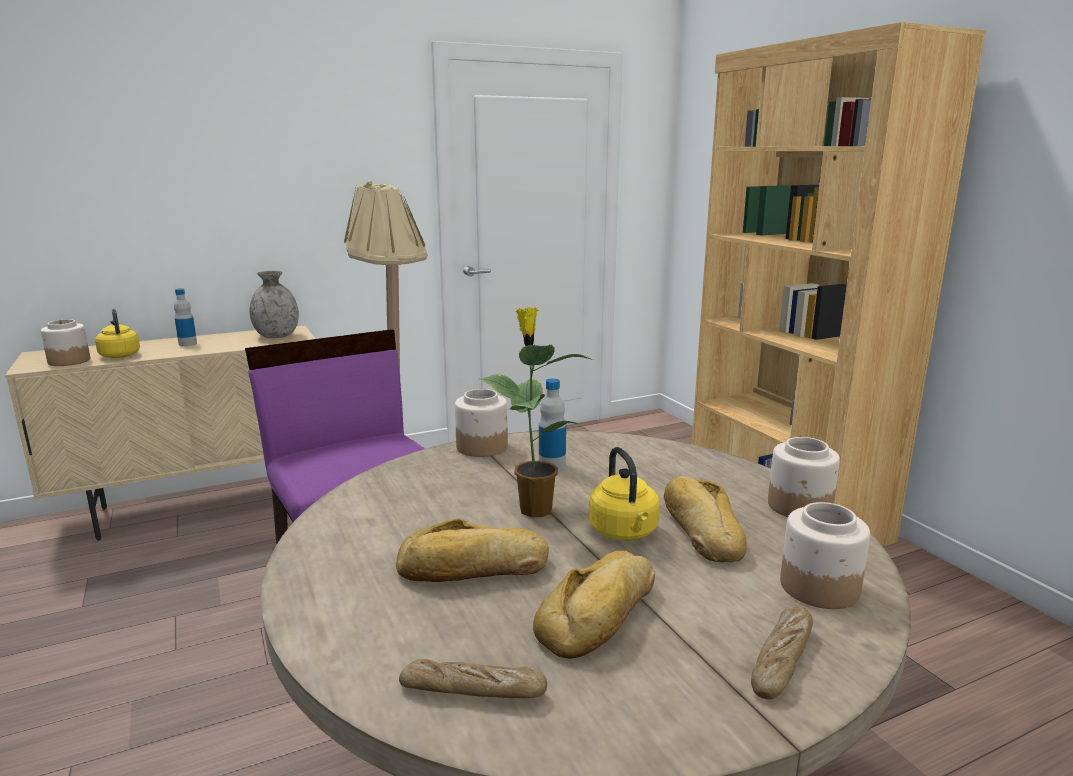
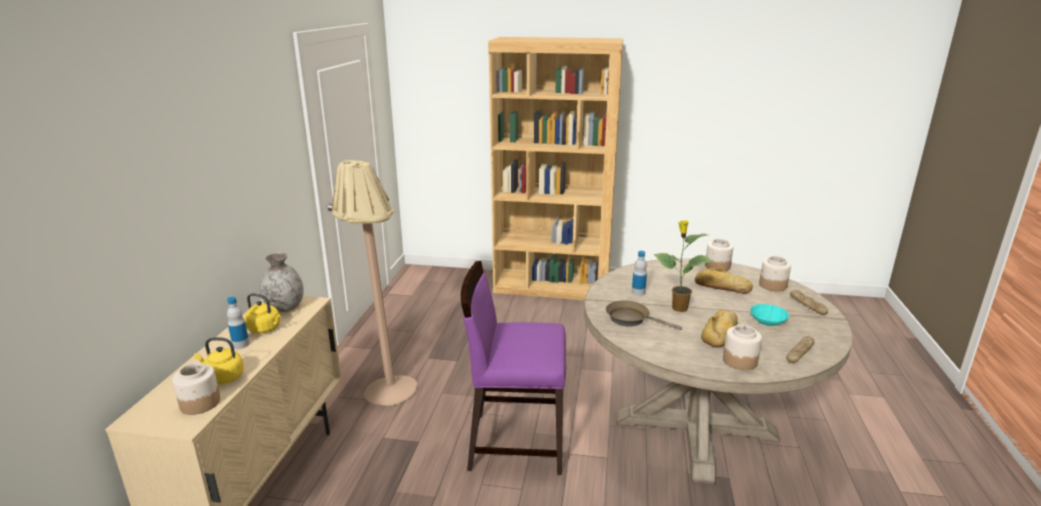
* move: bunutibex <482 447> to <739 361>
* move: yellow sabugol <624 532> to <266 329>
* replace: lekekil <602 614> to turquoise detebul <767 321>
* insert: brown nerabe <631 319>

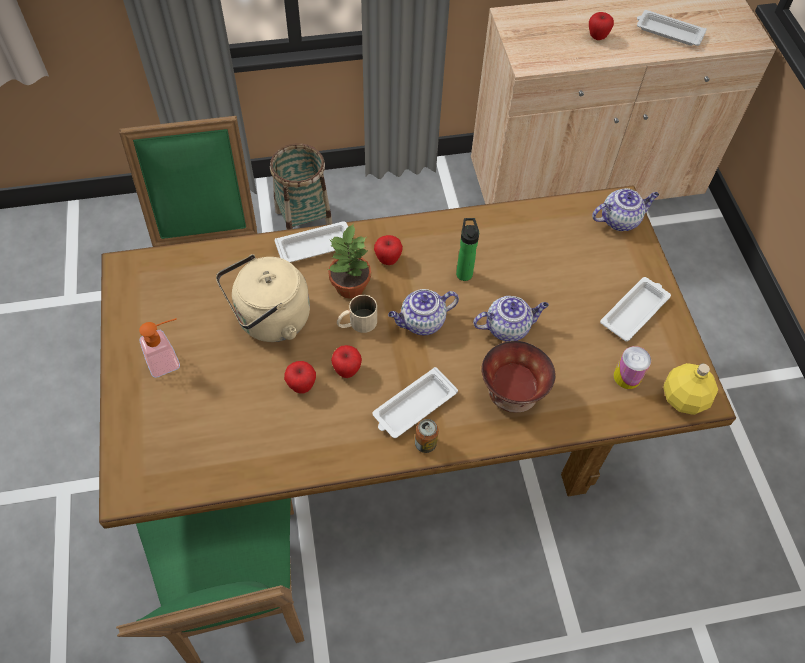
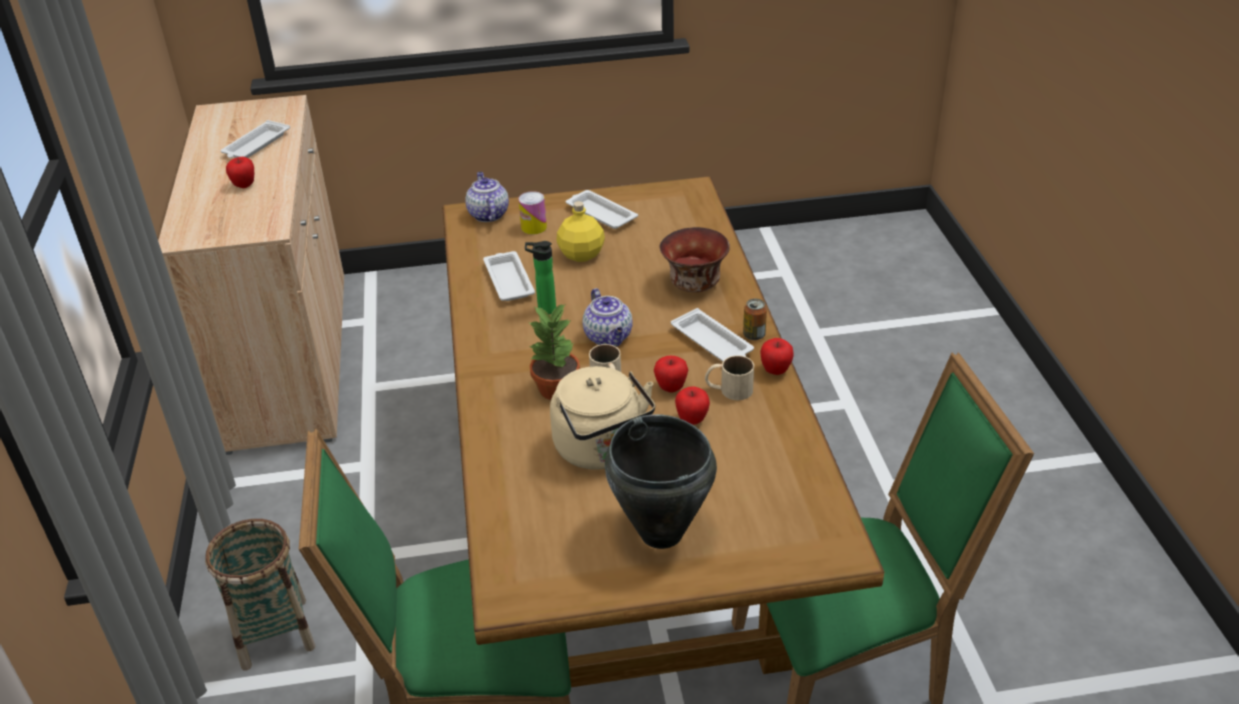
* move: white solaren <316 246> to <508 280>
* move: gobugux <388 259> to <775 371>
* delete: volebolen <508 327>
* replace: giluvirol <169 360> to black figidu <661 534>
* move: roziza <627 377> to <534 227>
* move: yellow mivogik <683 399> to <582 255>
* insert: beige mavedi <728 389>

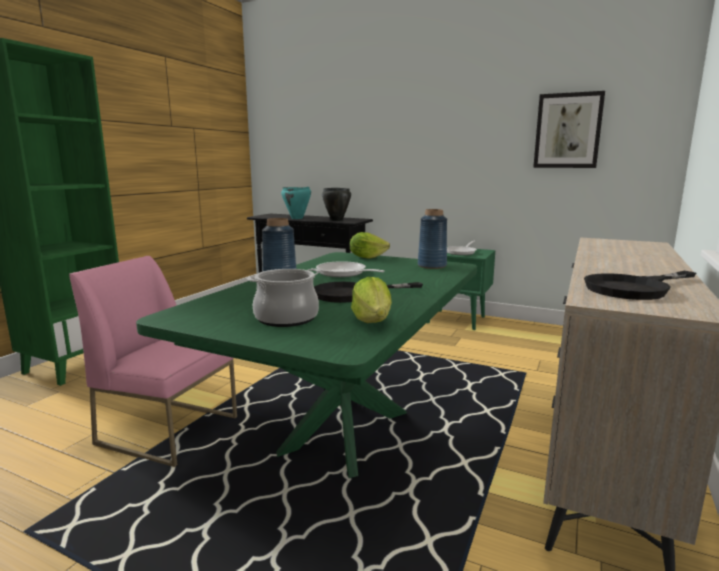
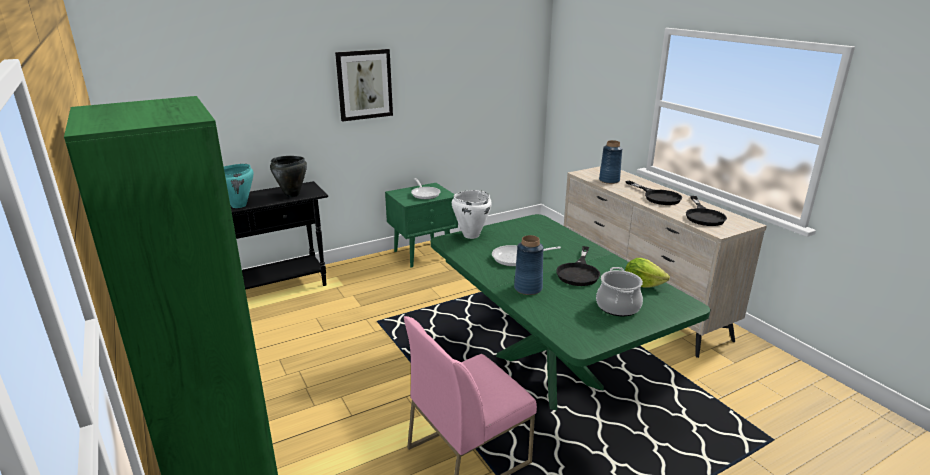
* move: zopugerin <567 131> to <364 84>
* move: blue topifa <431 266> to <609 180>
* replace: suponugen <367 257> to white figidu <471 235>
* insert: black nerabe <657 197>

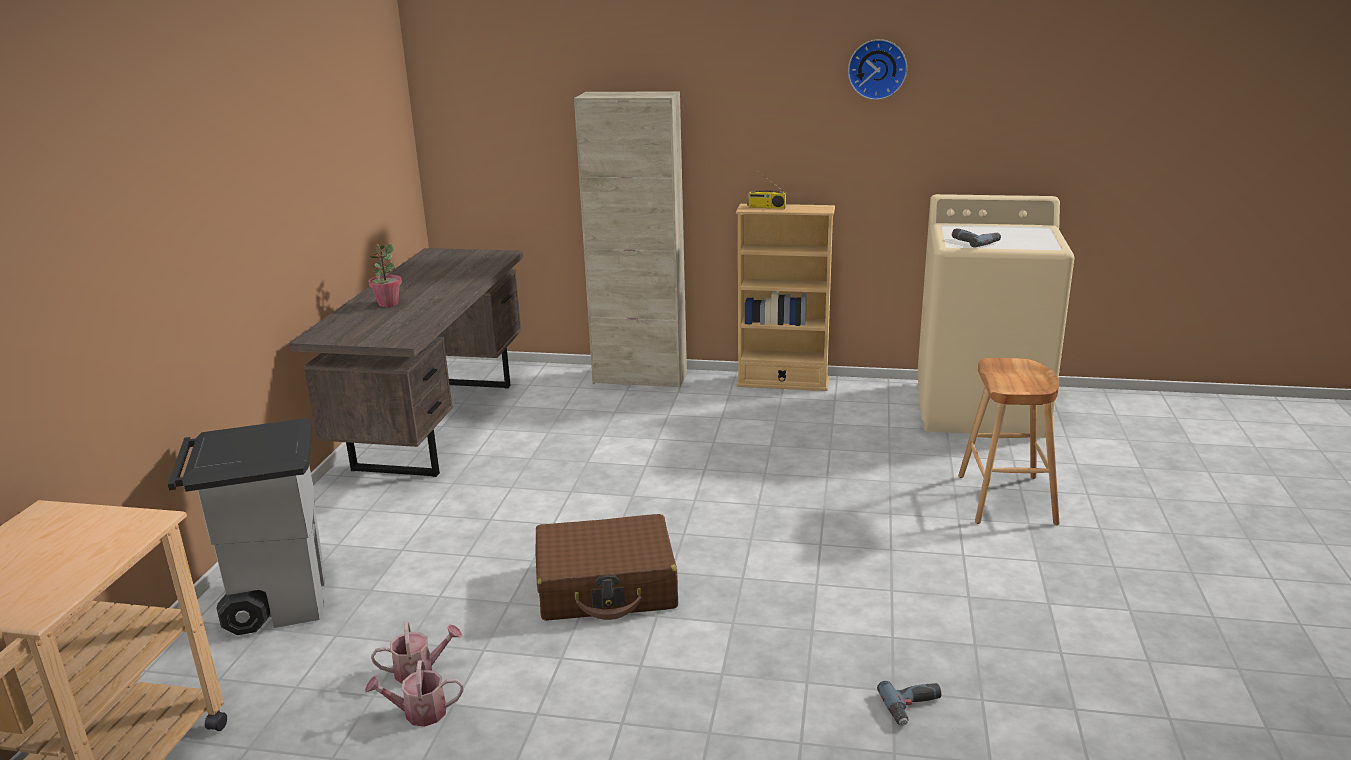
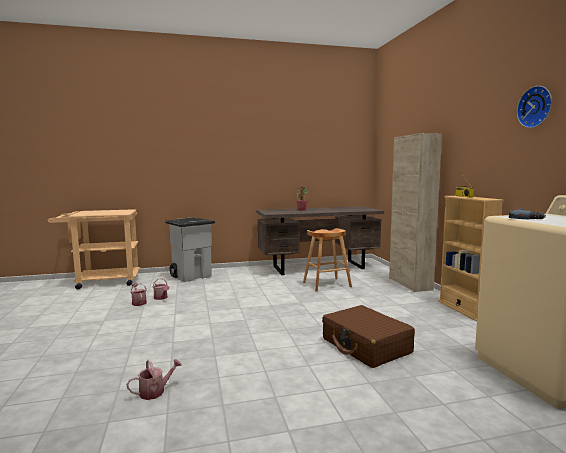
* move: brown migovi <1006 499> to <327 284>
* move: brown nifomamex <607 586> to <366 346>
* replace: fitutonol <914 708> to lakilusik <155 391>

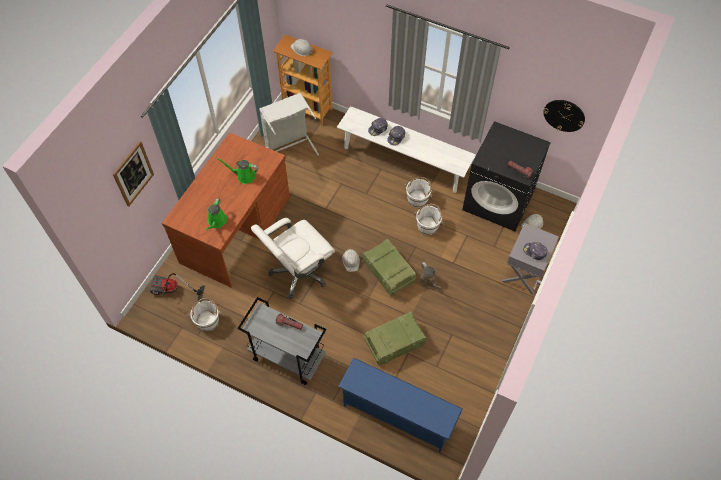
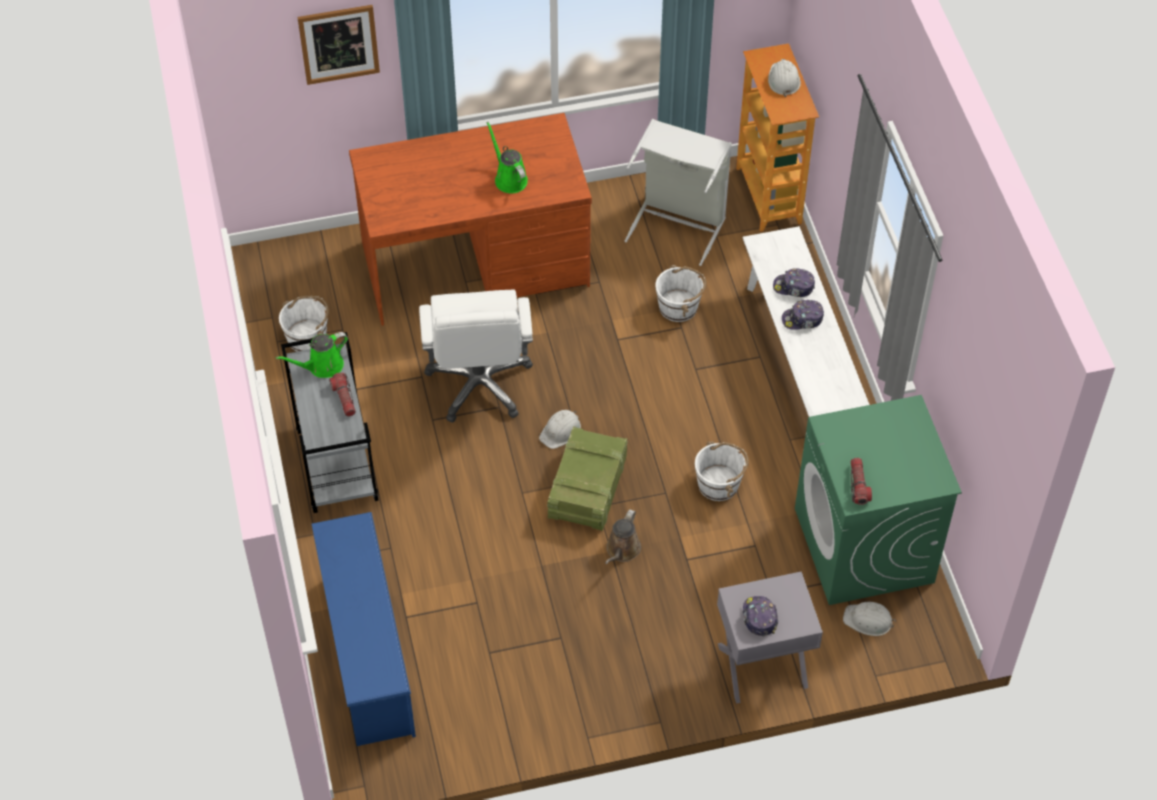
* delete: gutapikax <564 115>
* recolor: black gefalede <498 200> to green gefalede <864 546>
* move: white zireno <417 199> to <679 307>
* move: green lakilusik <217 222> to <322 366>
* rotate: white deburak <298 272> = <480 383> 105 degrees counterclockwise
* delete: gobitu <172 291>
* delete: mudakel <394 343>

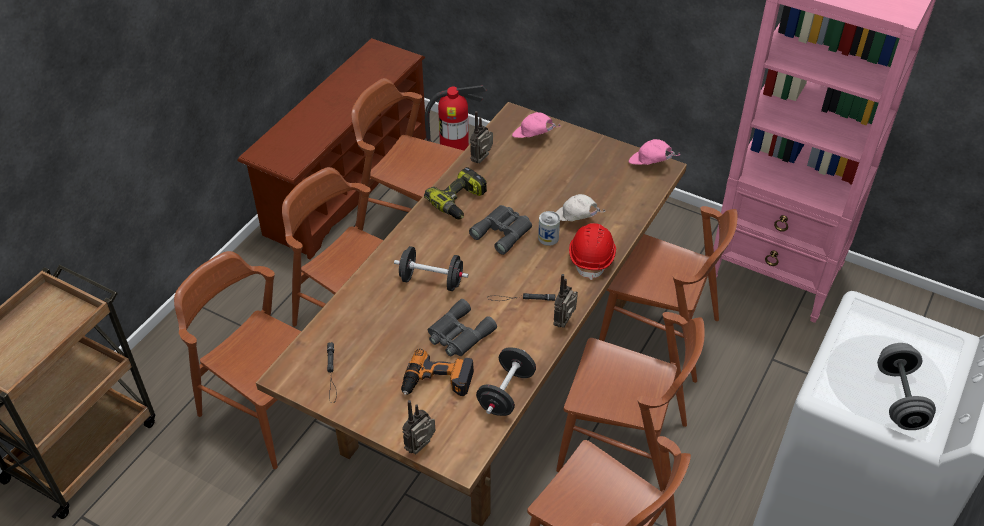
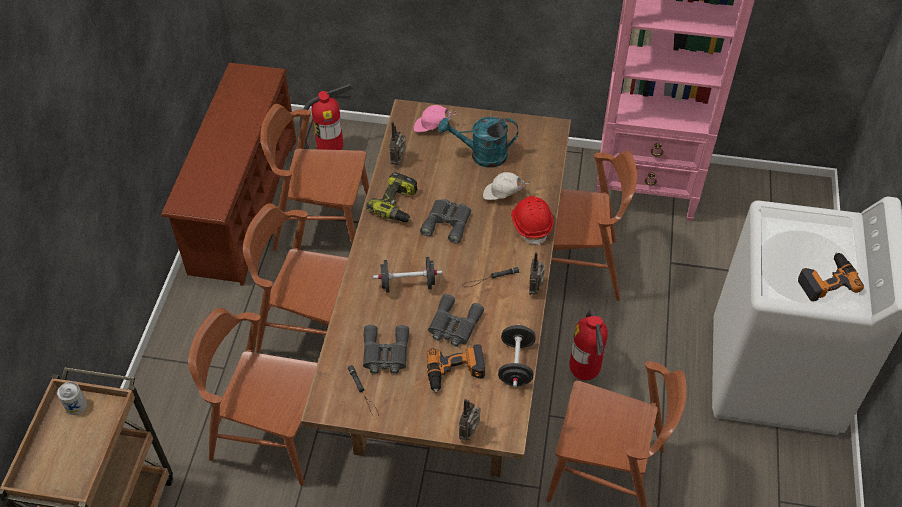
* delete: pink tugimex <650 164>
* move: roziza <548 238> to <76 405>
* replace: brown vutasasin <623 447> to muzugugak <584 373>
* replace: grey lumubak <899 398> to fitutonol <826 280>
* insert: turquoise lakilusik <481 155>
* insert: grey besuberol <385 354>

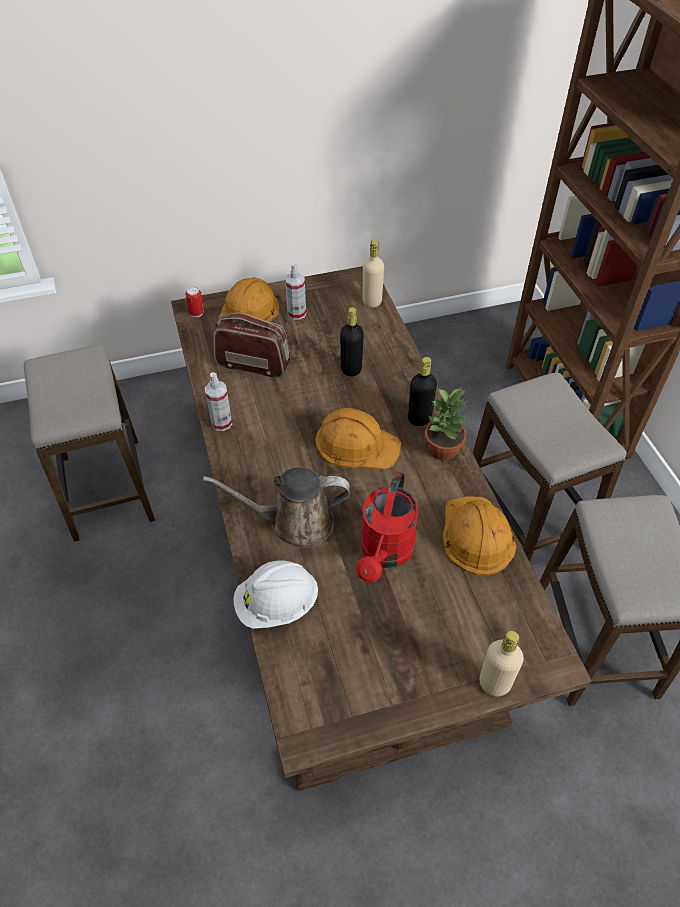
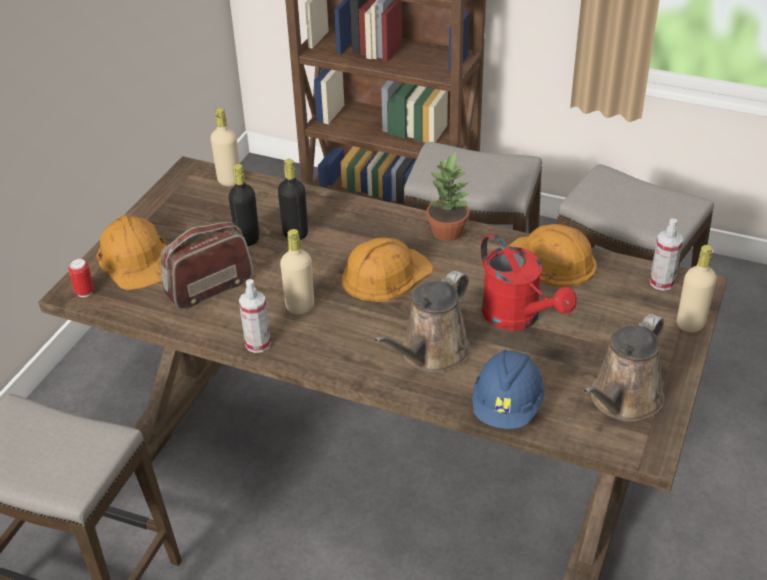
* move: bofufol <296 313> to <661 282>
* move: black mivogik <419 418> to <247 239>
* recolor: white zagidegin <277 605> to blue zagidegin <507 407>
* insert: beige mivogik <300 307>
* insert: brown lakilusik <623 401>

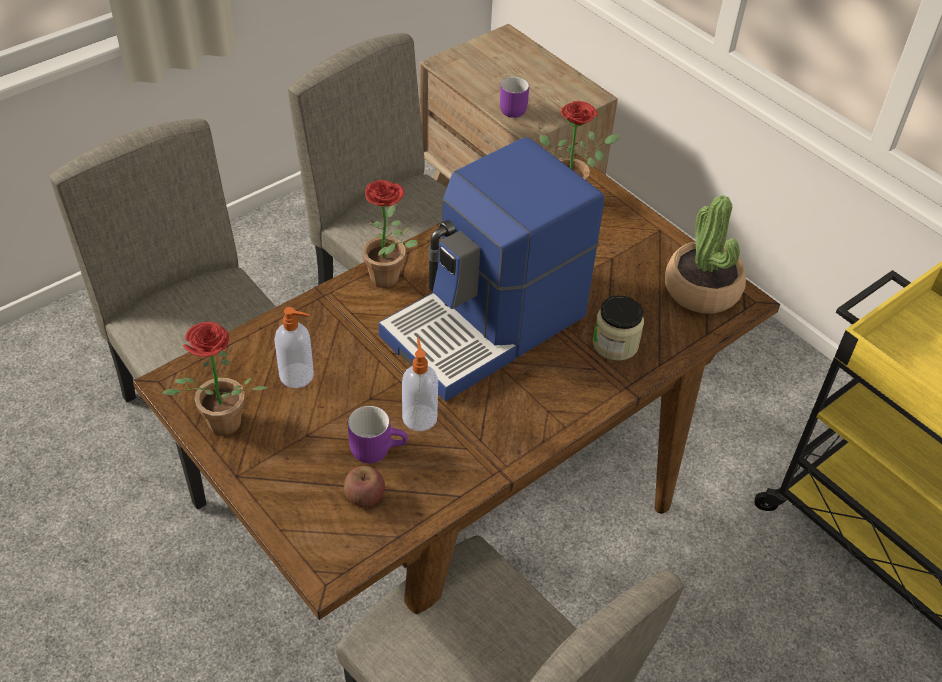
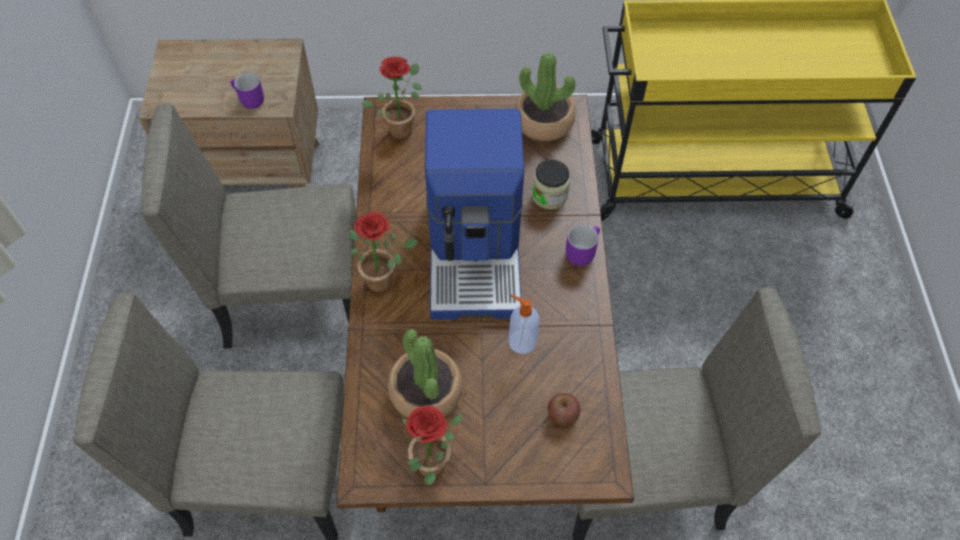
* replace: giluvirol <298 376> to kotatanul <425 391>
* move: purple mavedi <377 447> to <581 251>

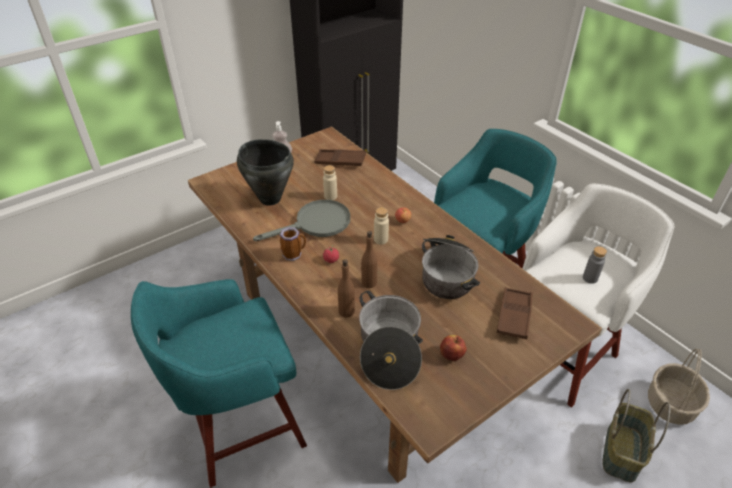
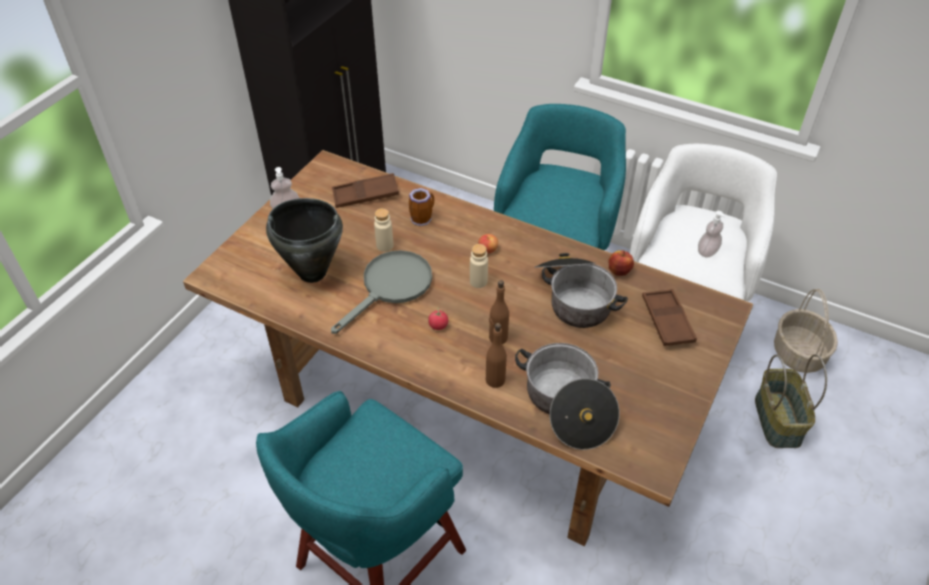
* move: mavedi <294 254> to <422 218>
* replace: grey mivogik <590 278> to giluvirol <707 251>
* move: gobugux <451 355> to <618 271>

